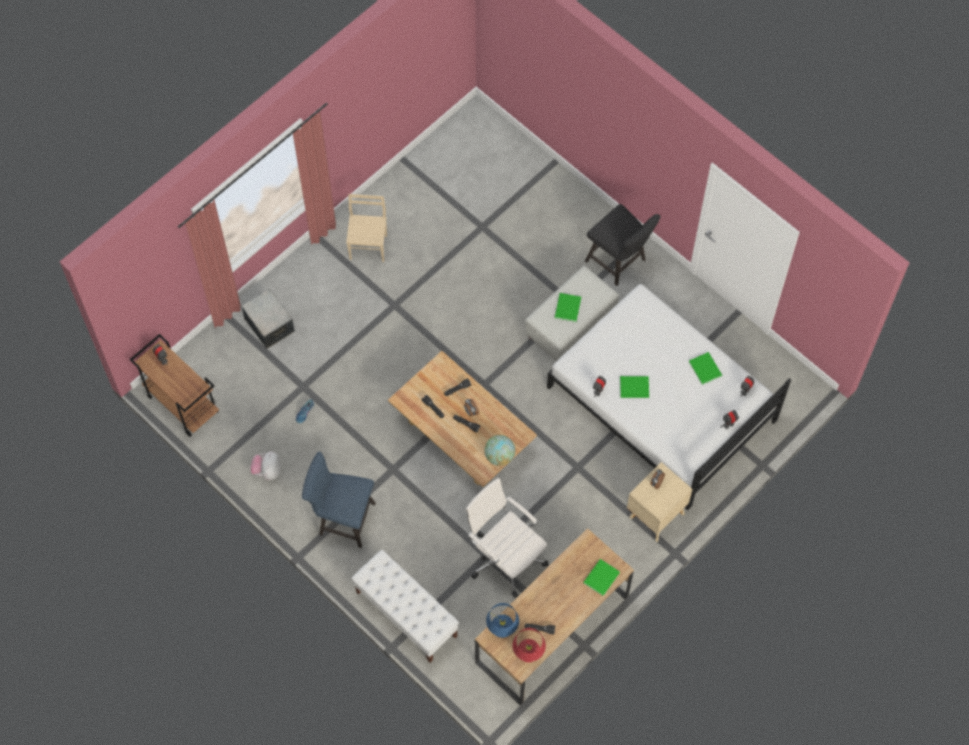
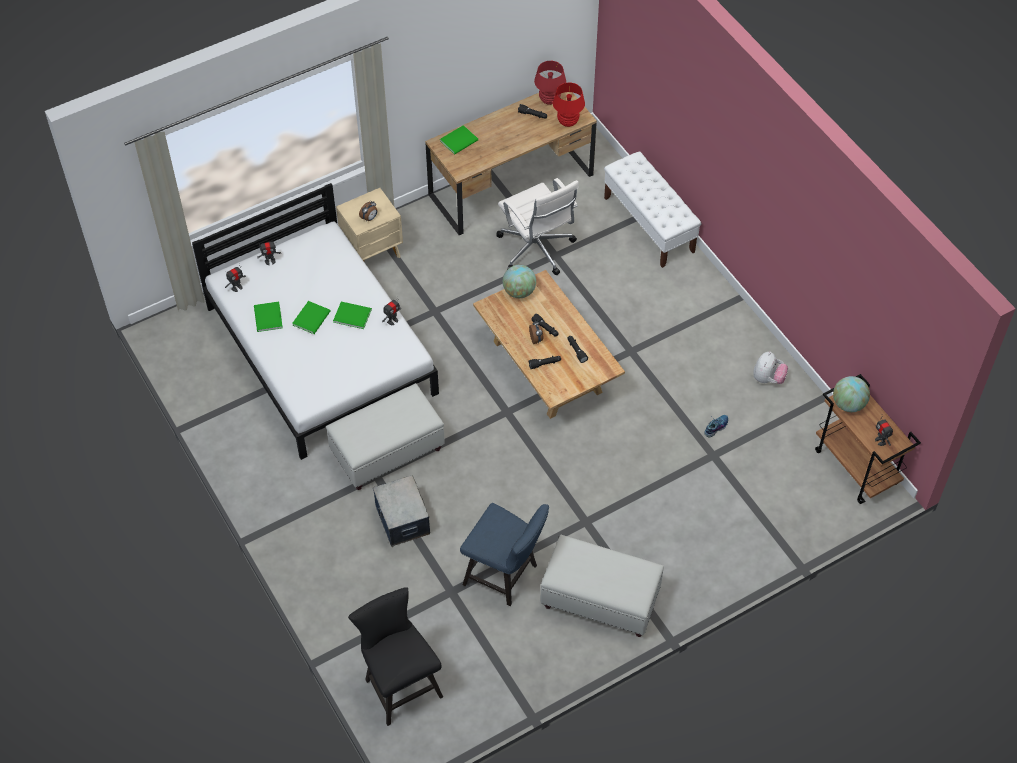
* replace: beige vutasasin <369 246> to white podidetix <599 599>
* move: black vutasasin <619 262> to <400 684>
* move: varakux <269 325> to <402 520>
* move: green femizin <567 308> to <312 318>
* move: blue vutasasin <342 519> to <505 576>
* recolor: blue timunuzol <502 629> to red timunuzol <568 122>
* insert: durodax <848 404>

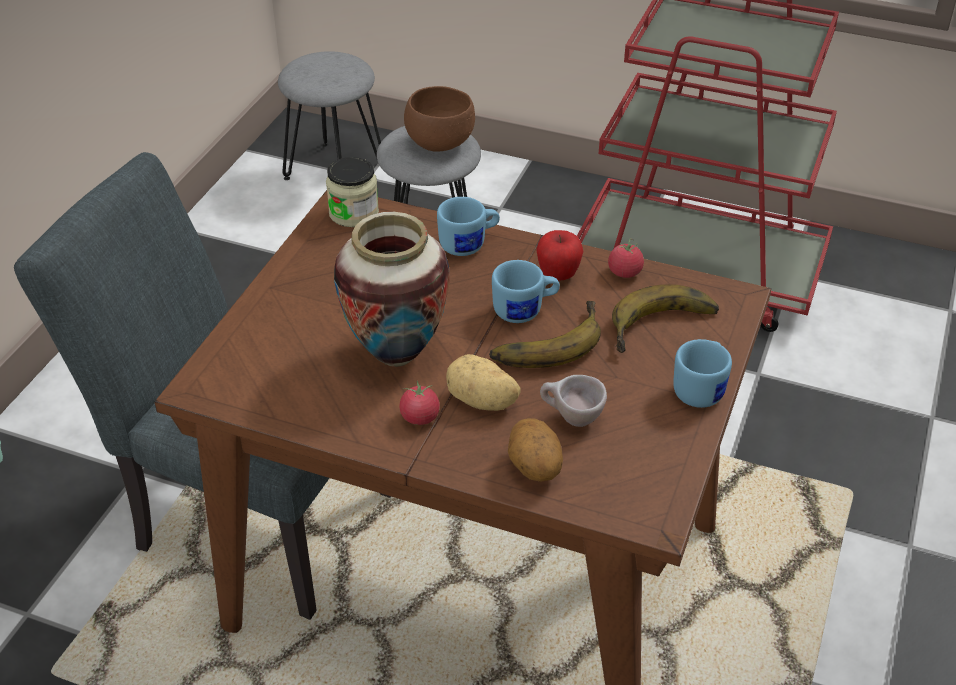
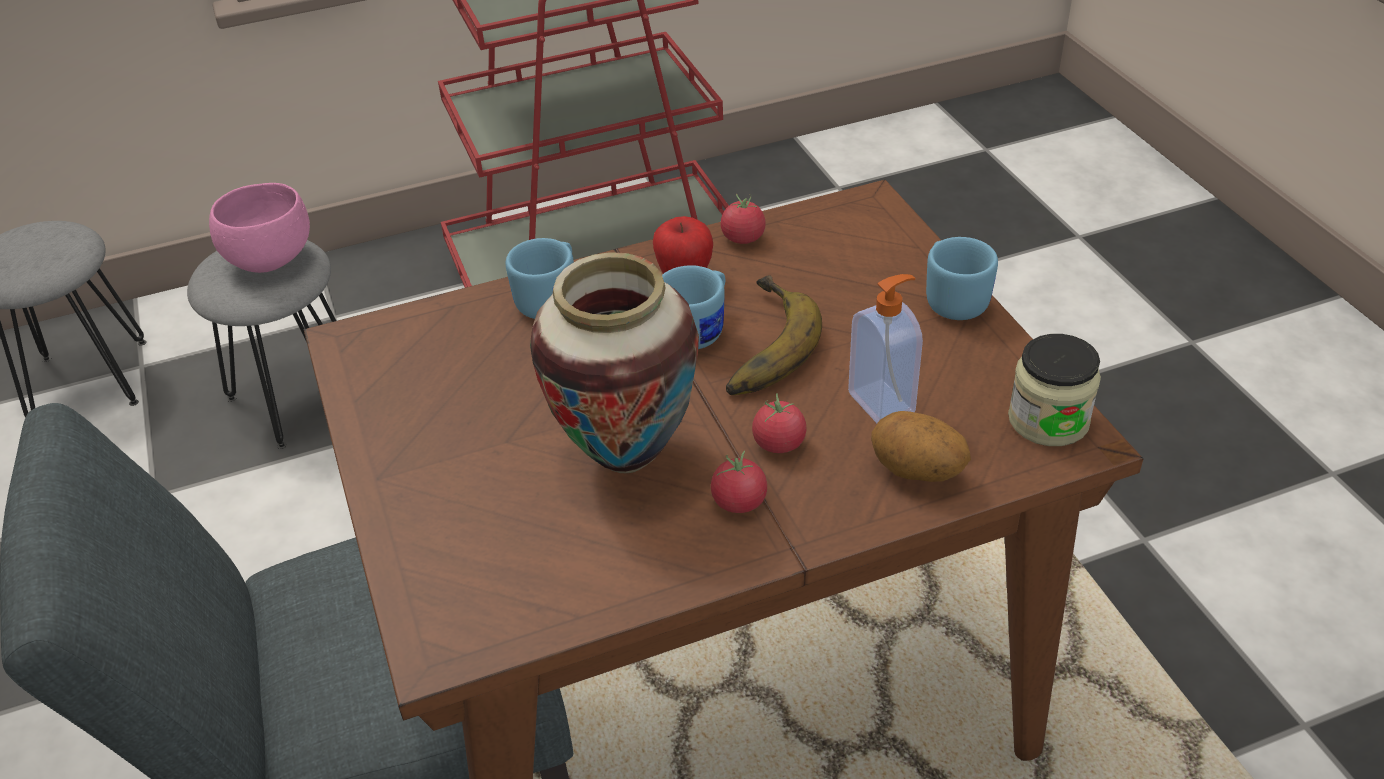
* recolor: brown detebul <440 143> to pink detebul <270 259>
* move: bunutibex <354 213> to <1048 420>
* delete: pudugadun <665 329>
* replace: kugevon <482 402> to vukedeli <779 443>
* replace: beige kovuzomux <571 419> to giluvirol <883 402>

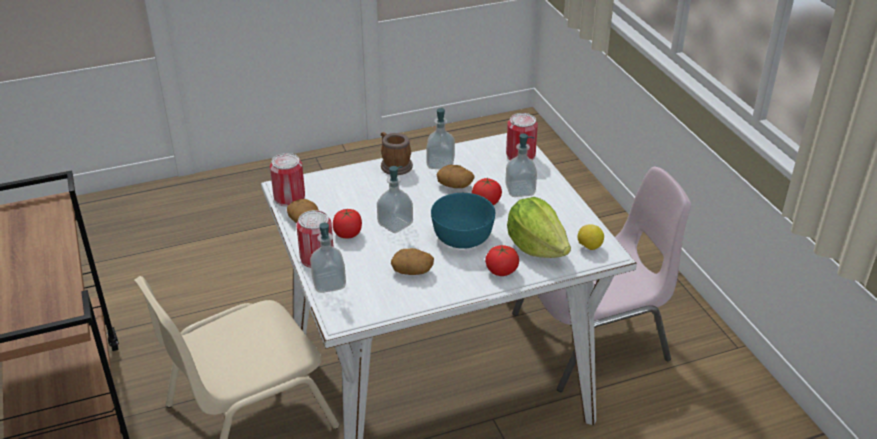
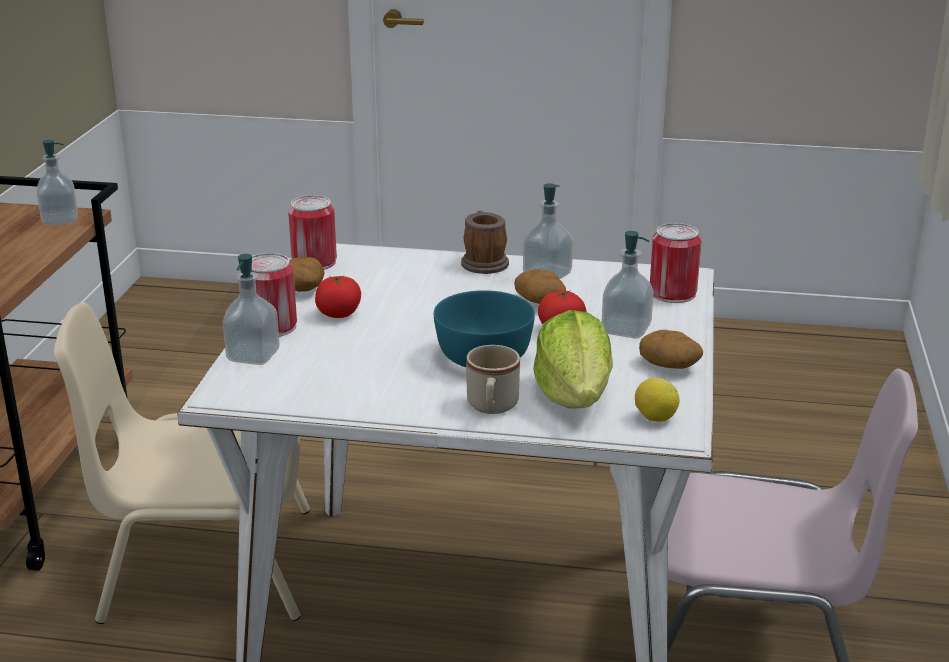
* move: giluvirol <395 224> to <60 220>
* replace: vukedeli <501 271> to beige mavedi <492 407>
* move: kugevon <413 270> to <670 365>

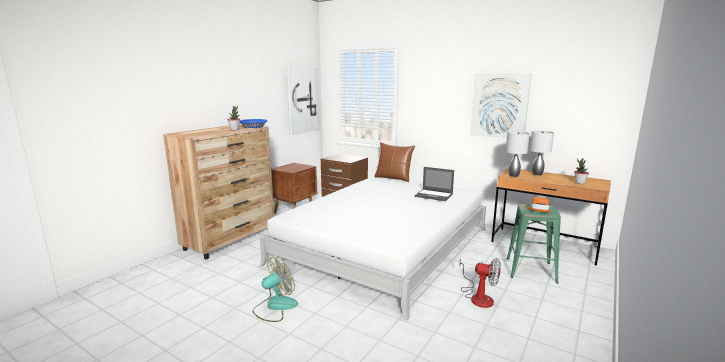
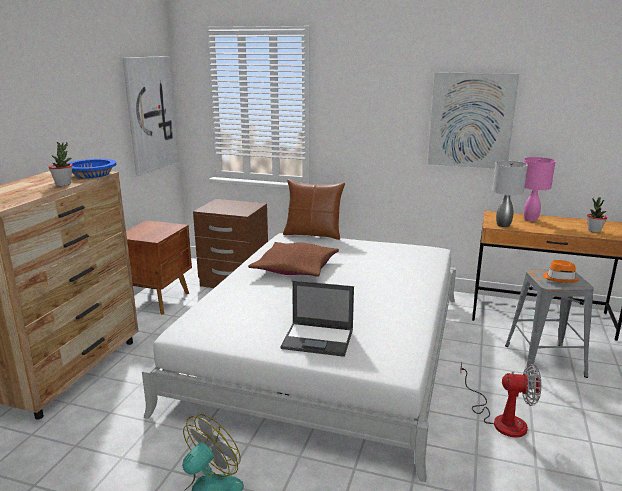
* recolor: grey timunuzol <537 174> to pink timunuzol <531 219>
* move: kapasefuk <434 195> to <318 339>
* recolor: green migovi <530 270> to grey migovi <544 361>
* insert: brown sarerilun <295 268>

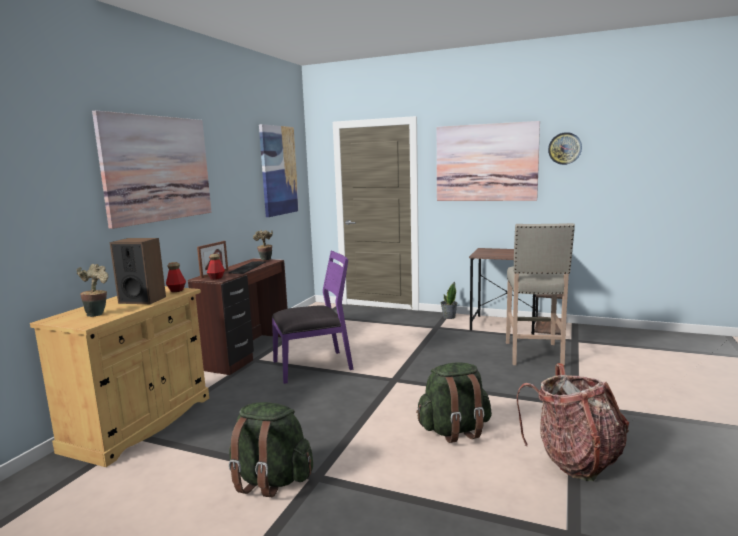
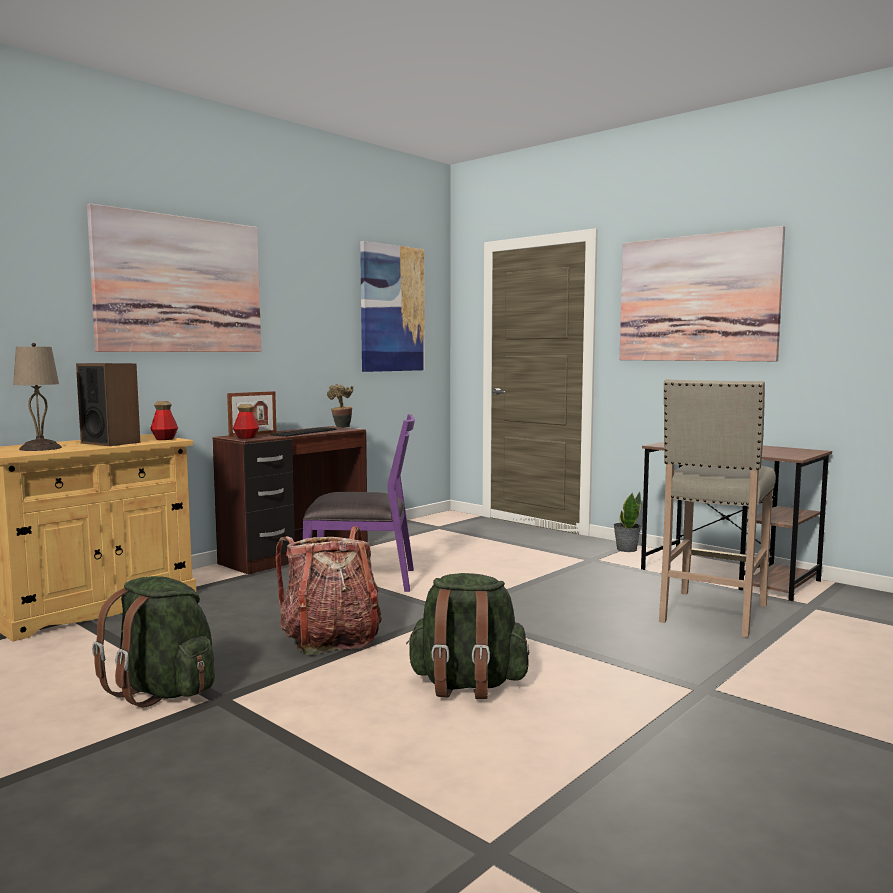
* delete: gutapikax <564 148>
* replace: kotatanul <97 313> to beige timunuzol <41 448>
* move: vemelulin <575 459> to <330 639>

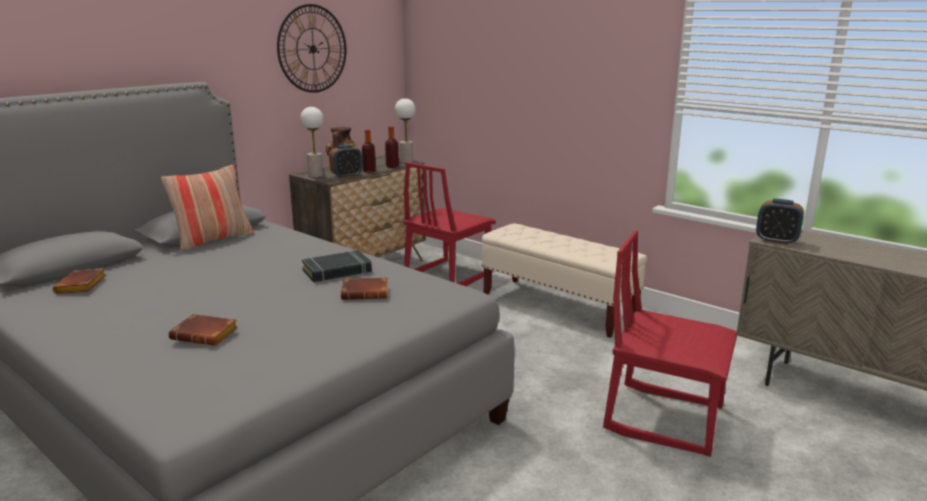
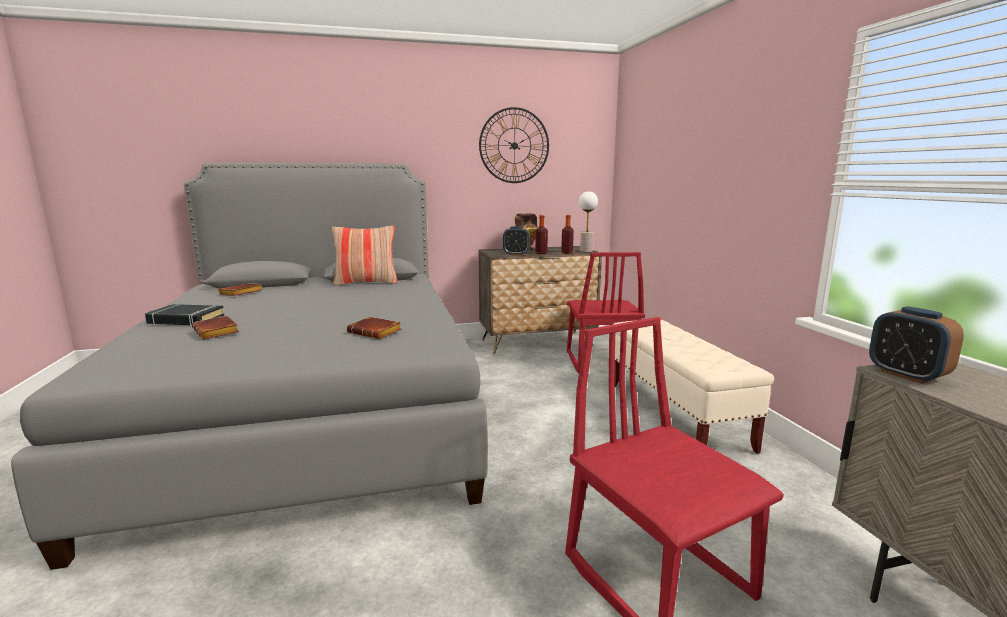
* delete: timunuzol <315 175>
* rotate: red vutasasin <447 275> = <600 362> 75 degrees counterclockwise
* move: black femizin <337 271> to <186 320>

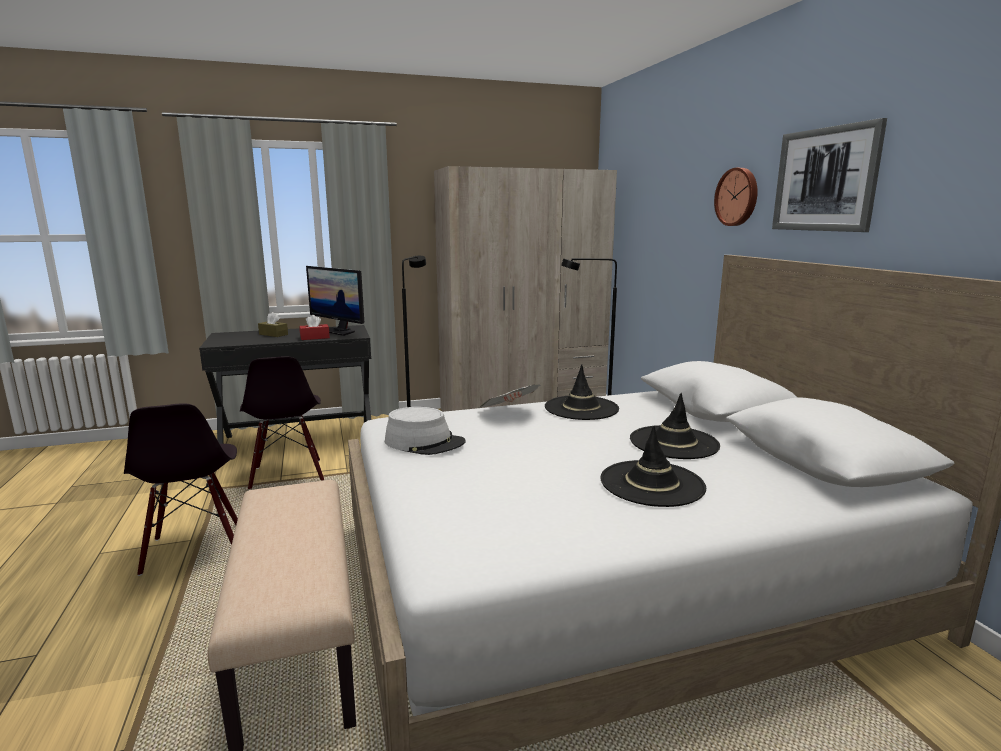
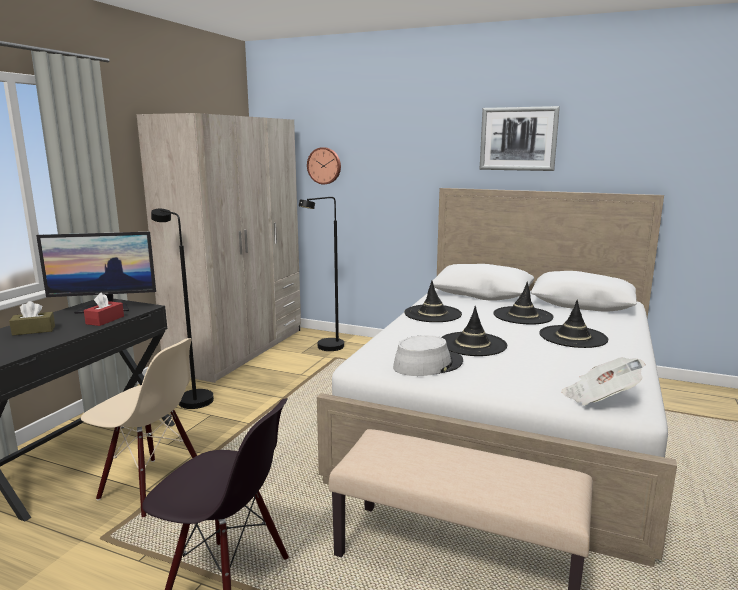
* move: gutapikax <737 197> to <324 165>
* recolor: black vutasasin <287 474> to beige vutasasin <151 486>
* move: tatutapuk <508 412> to <599 398>
* insert: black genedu <472 344>

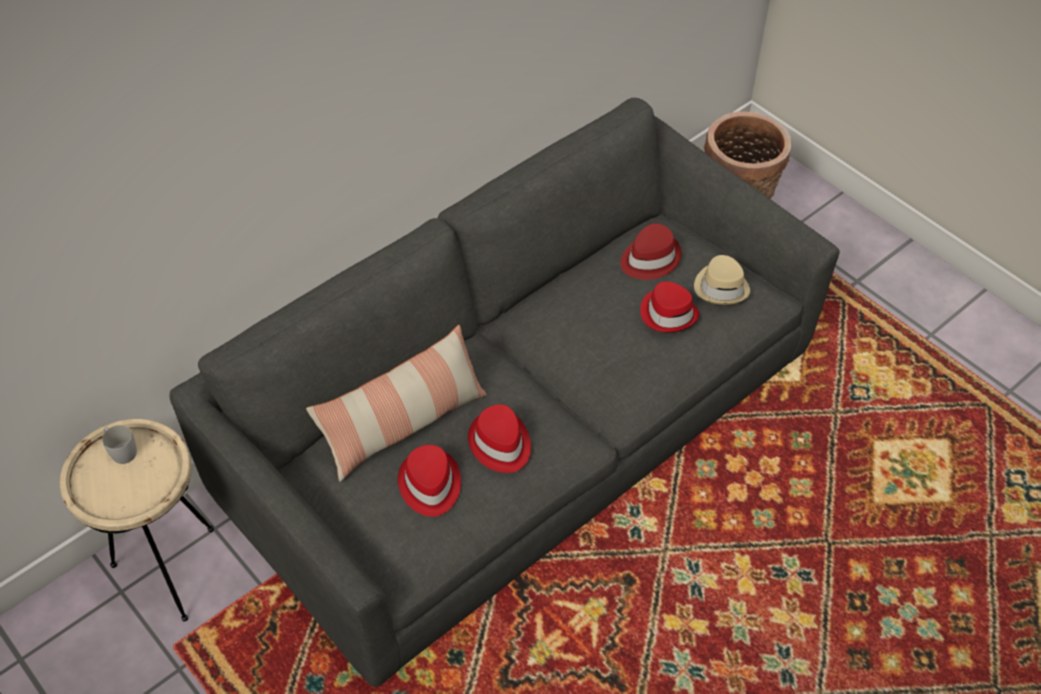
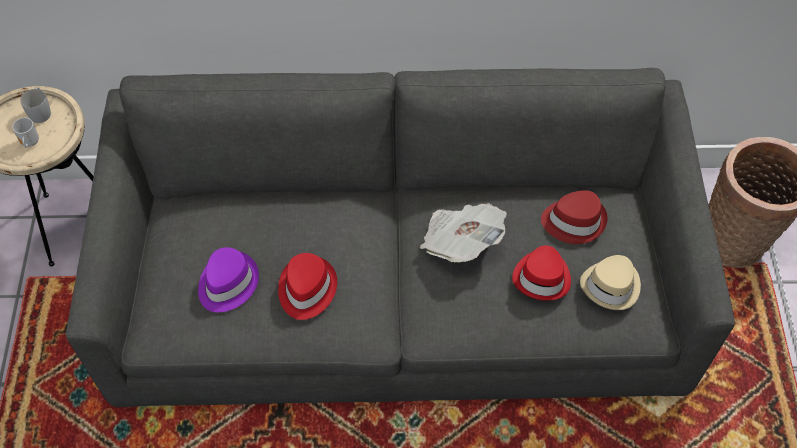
* delete: sarerilun <404 424>
* recolor: red genedu <429 485> to purple genedu <227 283>
* insert: mavedi <29 143>
* insert: tatutapuk <461 242>

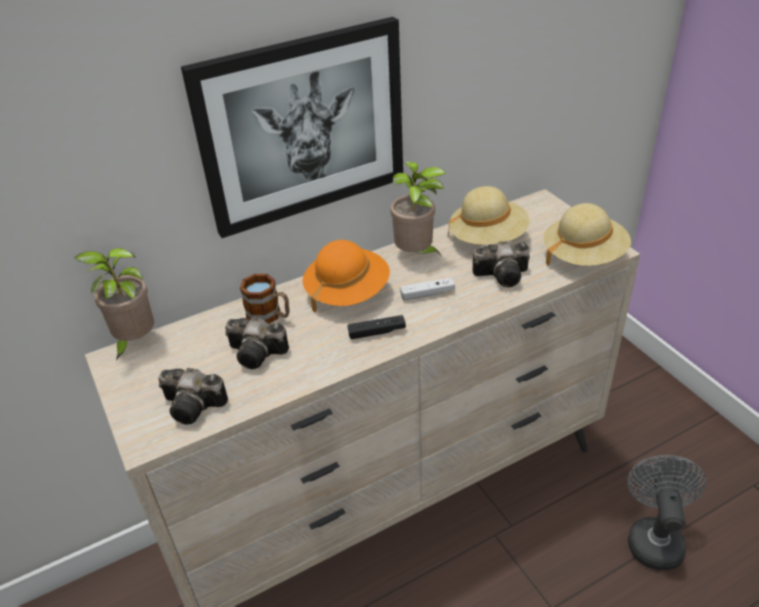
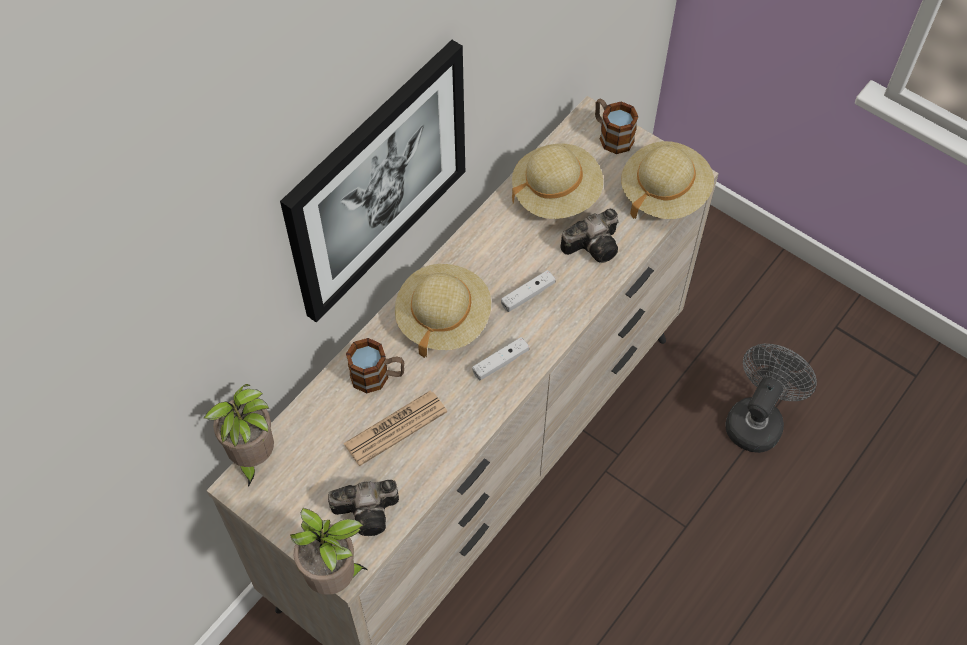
* move: kotatanul <416 255> to <335 577>
* recolor: orange genedu <347 292> to beige genedu <443 318>
* recolor: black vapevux <377 332> to white vapevux <500 362>
* replace: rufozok <259 354> to tatutapuk <395 428>
* rotate: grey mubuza <653 537> = <757 419> 45 degrees clockwise
* insert: mavedi <611 135>

